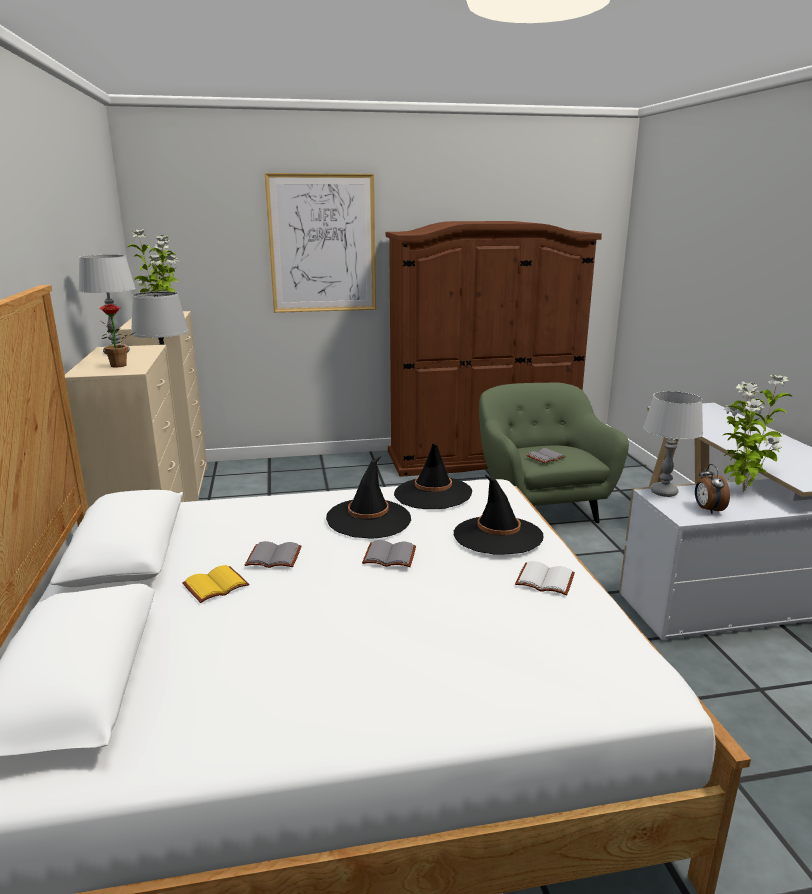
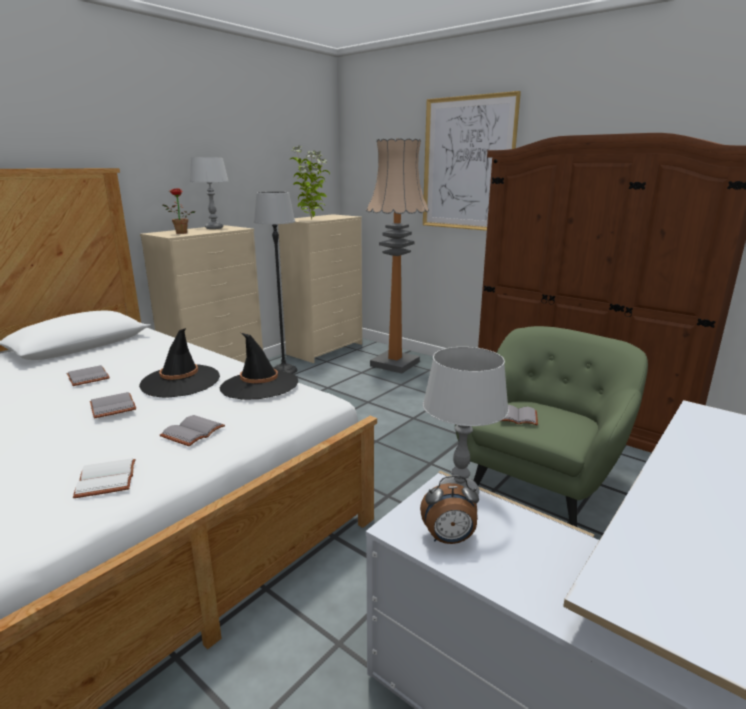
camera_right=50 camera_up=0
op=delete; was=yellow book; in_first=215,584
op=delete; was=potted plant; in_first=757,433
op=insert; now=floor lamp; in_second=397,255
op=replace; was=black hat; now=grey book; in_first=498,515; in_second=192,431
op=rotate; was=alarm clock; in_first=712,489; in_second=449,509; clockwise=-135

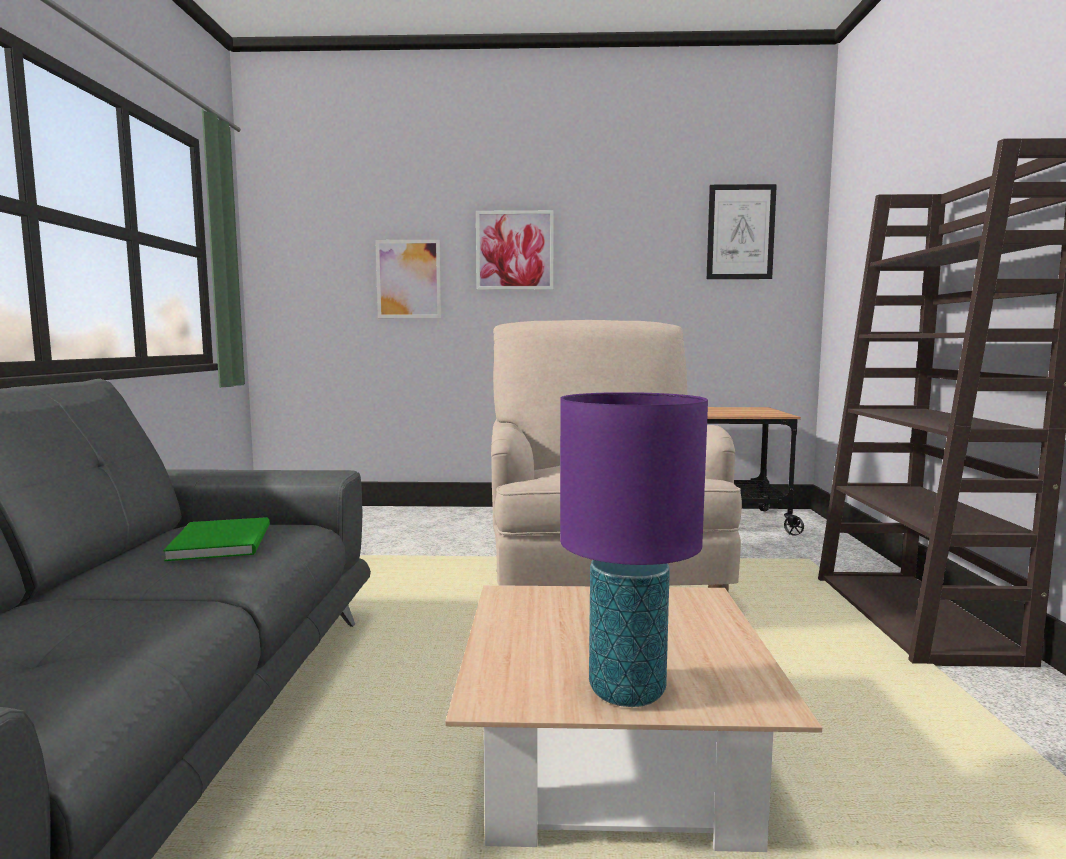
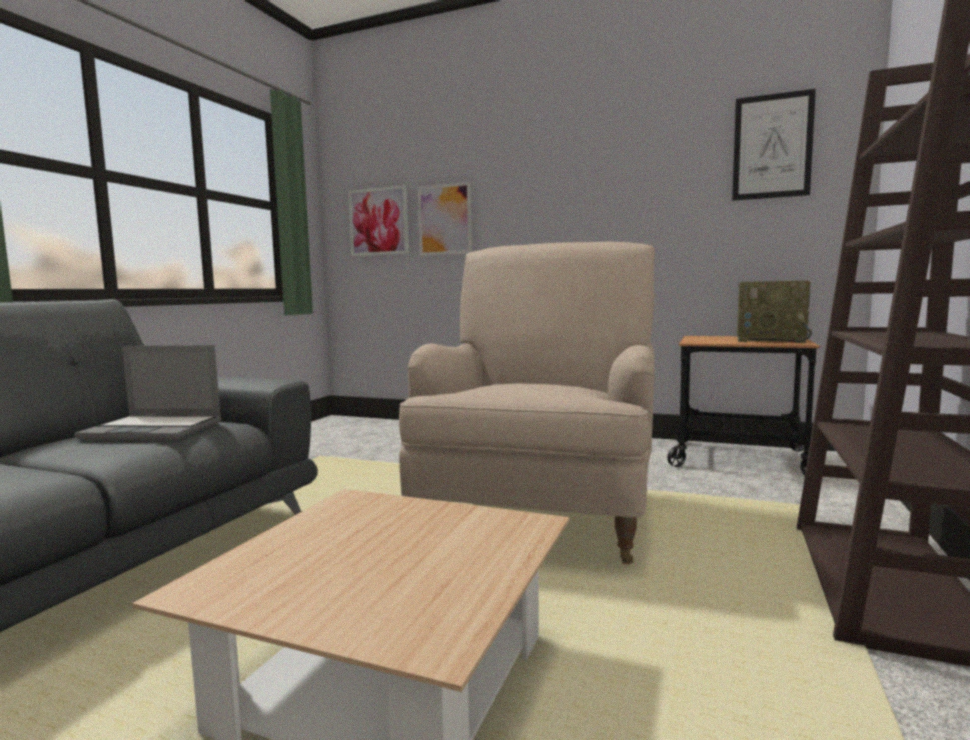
camera_right=20 camera_up=0
op=delete; was=purple table lamp; in_first=634,549
op=insert; now=radio; in_second=774,311
op=move; was=picture; in_first=515,250; in_second=378,220
op=replace; was=green book; now=laptop; in_first=216,539; in_second=147,393

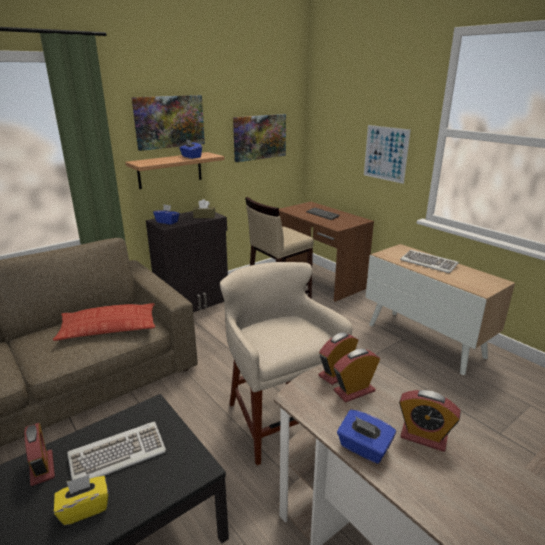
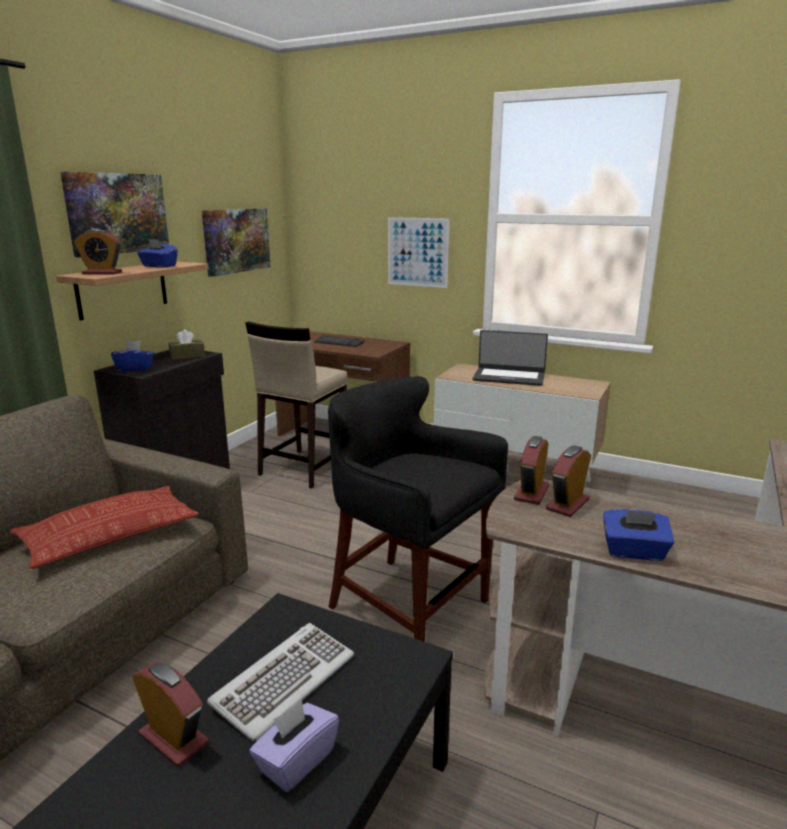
camera_right=-25 camera_up=-5
op=move; was=alarm clock; in_first=430,421; in_second=98,251
op=replace; was=keyboard; now=laptop; in_first=429,261; in_second=510,358
op=recolor; was=yellow tissue box; now=purple tissue box; in_first=81,500; in_second=294,745
op=recolor; was=beige stool; now=black stool; in_first=286,364; in_second=418,509

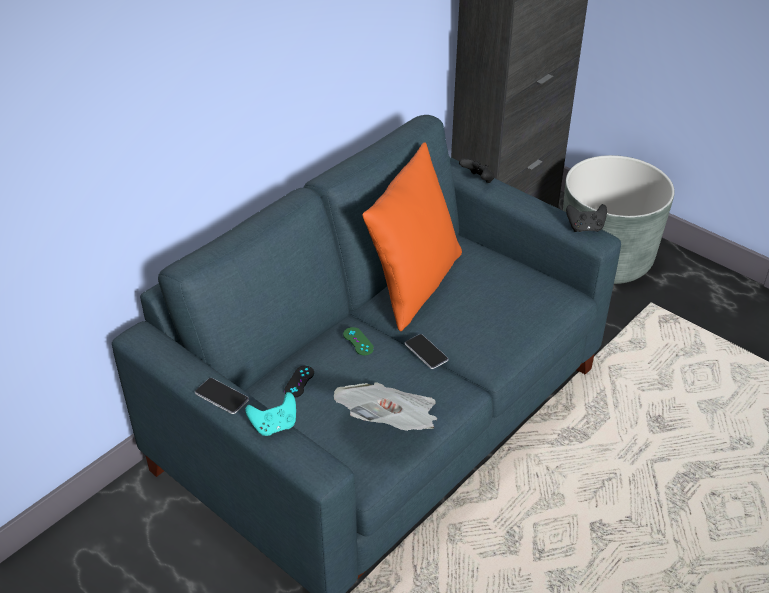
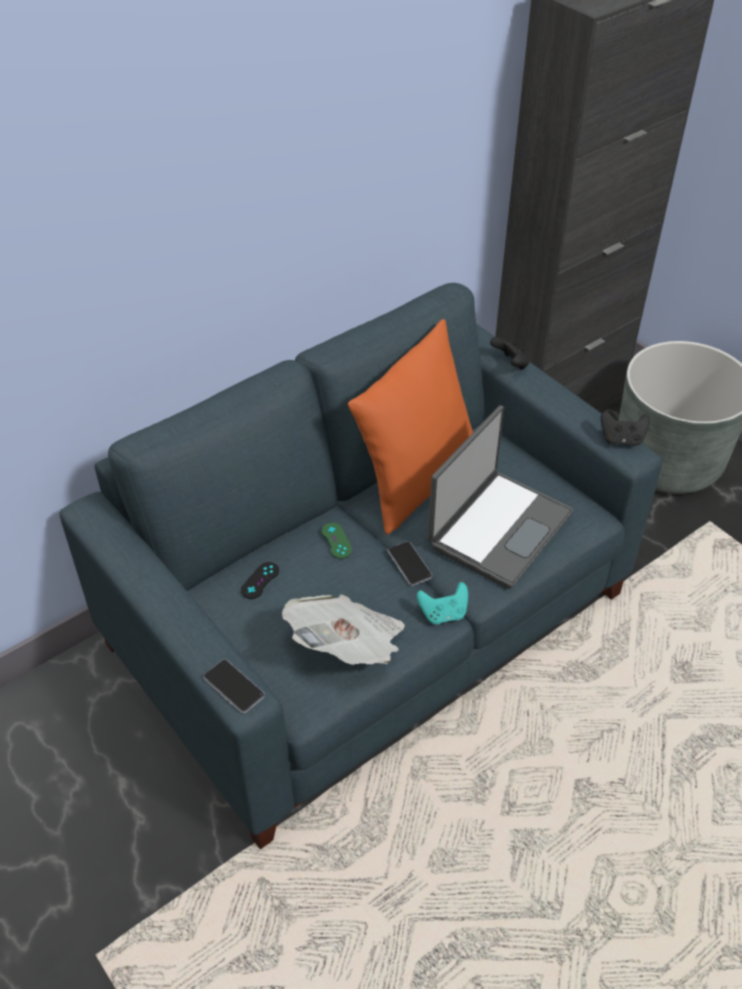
camera_right=10 camera_up=5
op=insert; now=laptop; in_second=500,497
op=move; was=phone; in_first=222,396; in_second=234,686
op=move; was=turquoise game controller; in_first=270,414; in_second=442,603

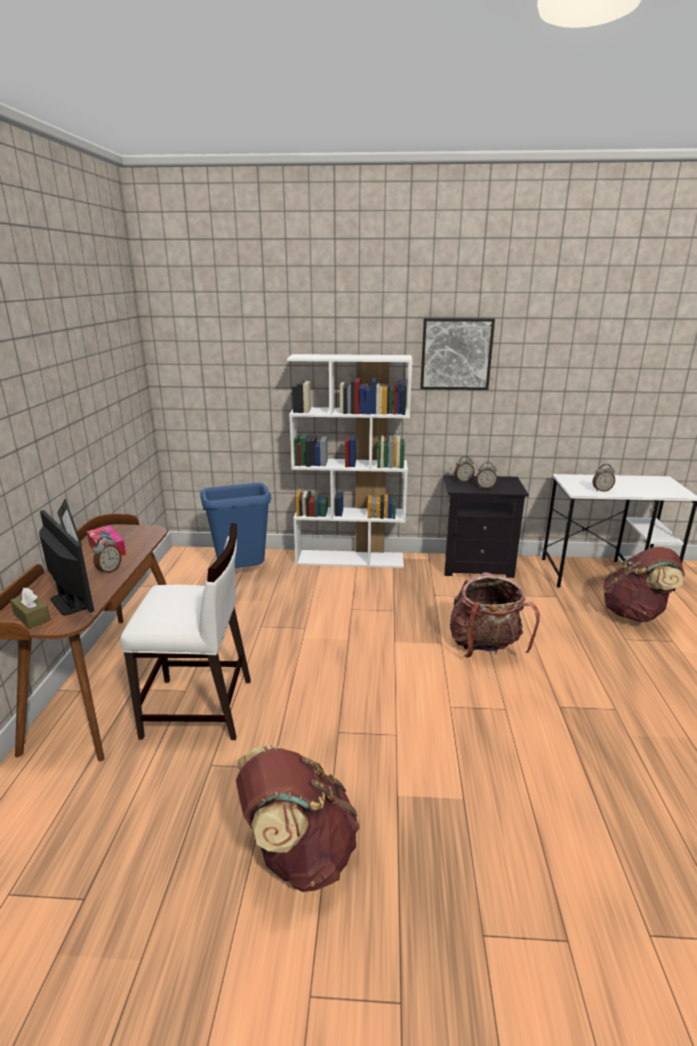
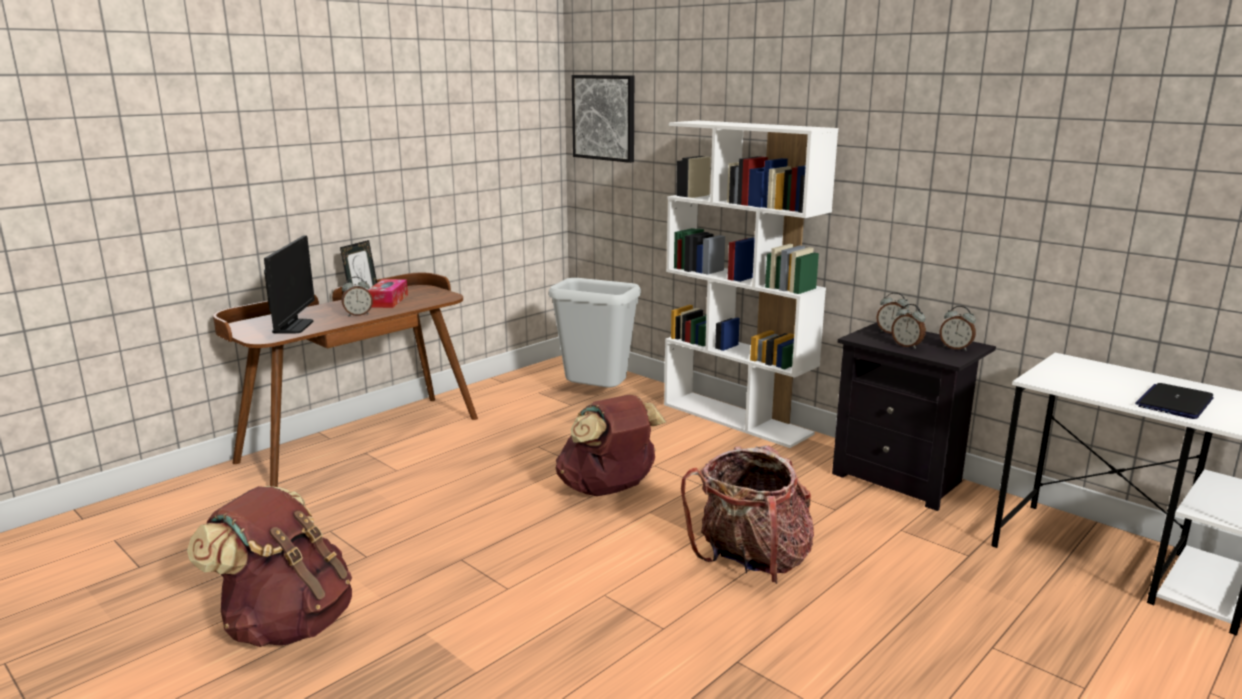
camera_right=40 camera_up=-5
op=delete; was=brown tissue box; in_first=30,608
op=delete; was=white chair; in_first=185,631
op=insert; now=laptop; in_second=1174,401
op=move; was=picture; in_first=457,354; in_second=603,119
op=move; was=alarm clock; in_first=604,478; in_second=958,328
op=move; was=brown backpack; in_first=644,584; in_second=611,445
op=recolor; was=blue trash can; now=grey trash can; in_first=235,525; in_second=595,333

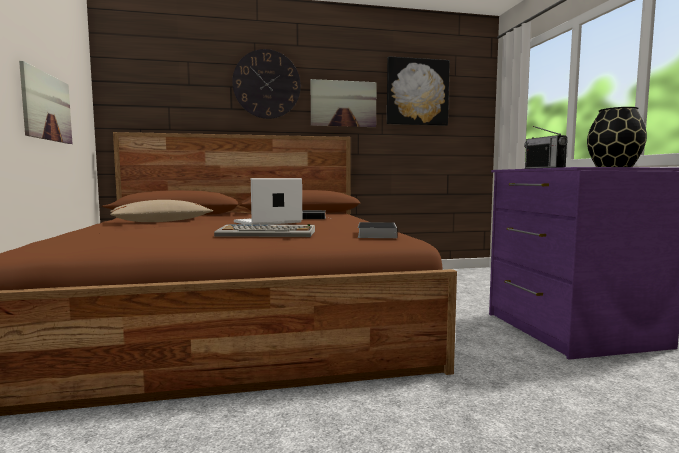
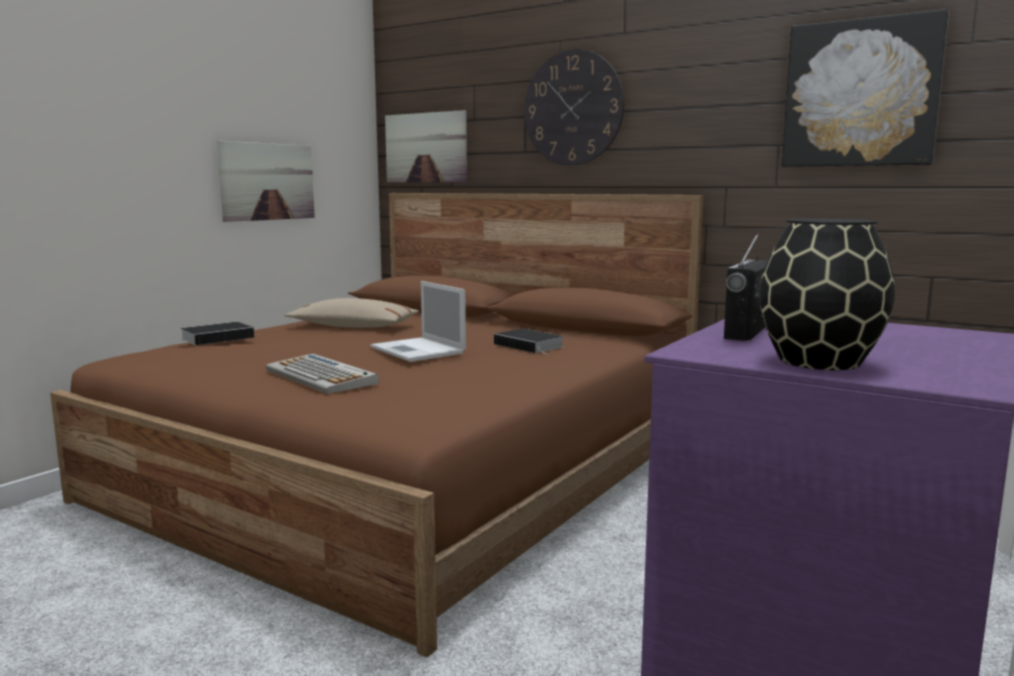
camera_right=45 camera_up=5
op=move; was=picture; in_first=344,103; in_second=426,146
op=move; was=book; in_first=378,230; in_second=217,333
op=rotate; was=laptop; in_first=268,201; in_second=418,321; clockwise=-135

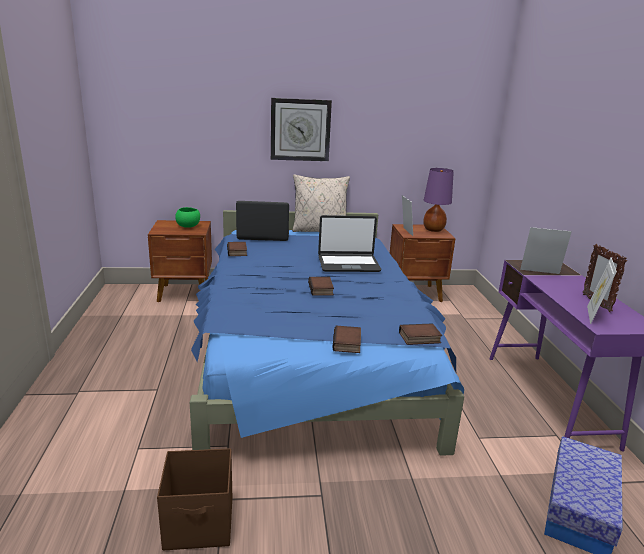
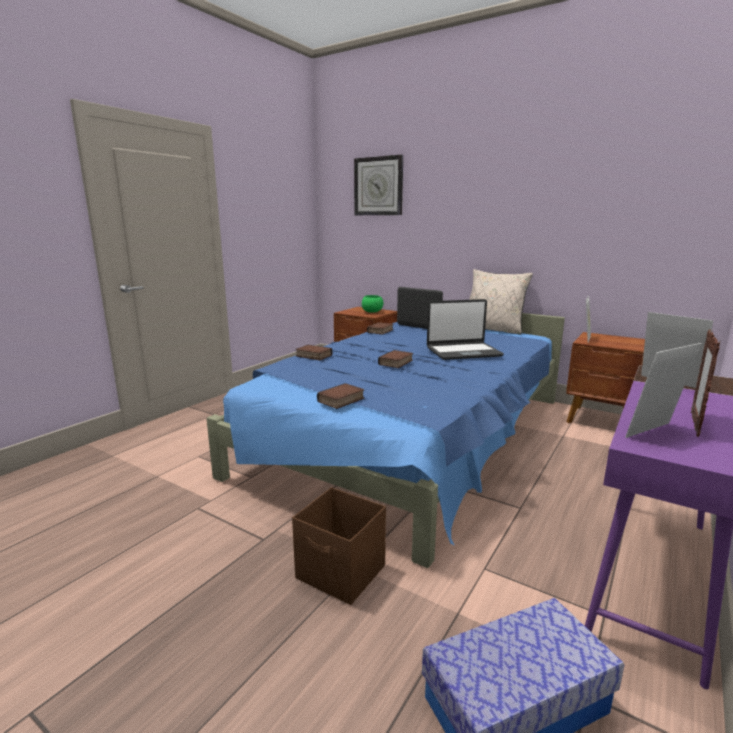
camera_right=40 camera_up=-5
op=delete; was=purple table lamp; in_first=438,200
op=move; was=brown storage box; in_first=194,499; in_second=339,546
op=move; was=wall clock; in_first=301,129; in_second=378,185
op=move; was=book; in_first=420,334; in_second=314,352
op=rotate; was=laptop; in_first=349,243; in_second=465,329; clockwise=-45

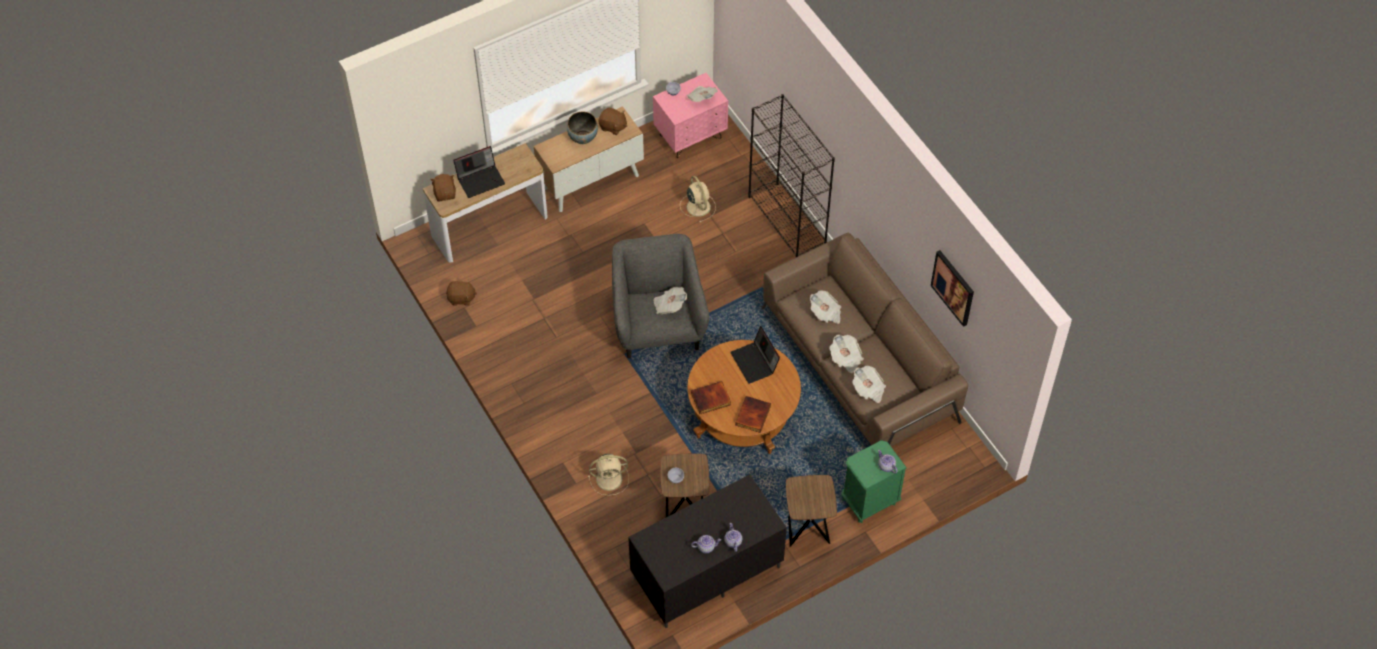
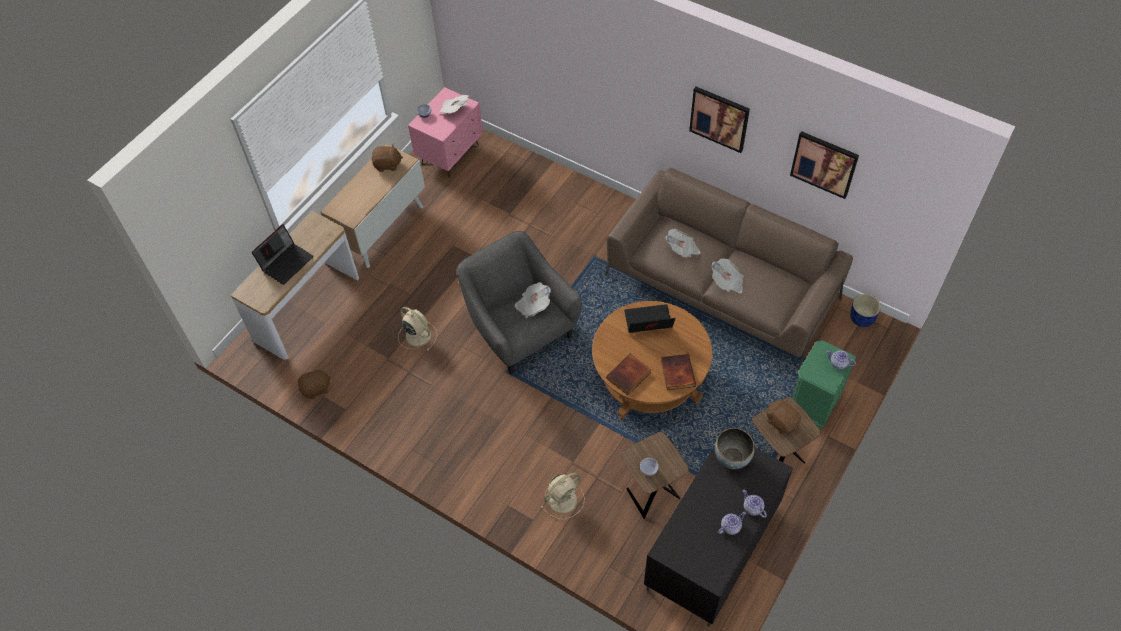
camera_right=-25 camera_up=0
op=delete; was=black bookcase; in_first=791,175
op=delete; was=newspaper; in_first=869,384
op=insert; now=picture; in_second=719,120
op=insert; now=blue planter; in_second=865,310
op=move; was=brown plush toy; in_first=443,187; in_second=784,416
op=move; was=bowl; in_first=582,128; in_second=734,448
op=move; was=beige fan; in_first=698,199; in_second=417,329
op=rotate; was=laptop; in_first=755,355; in_second=650,318; clockwise=135

